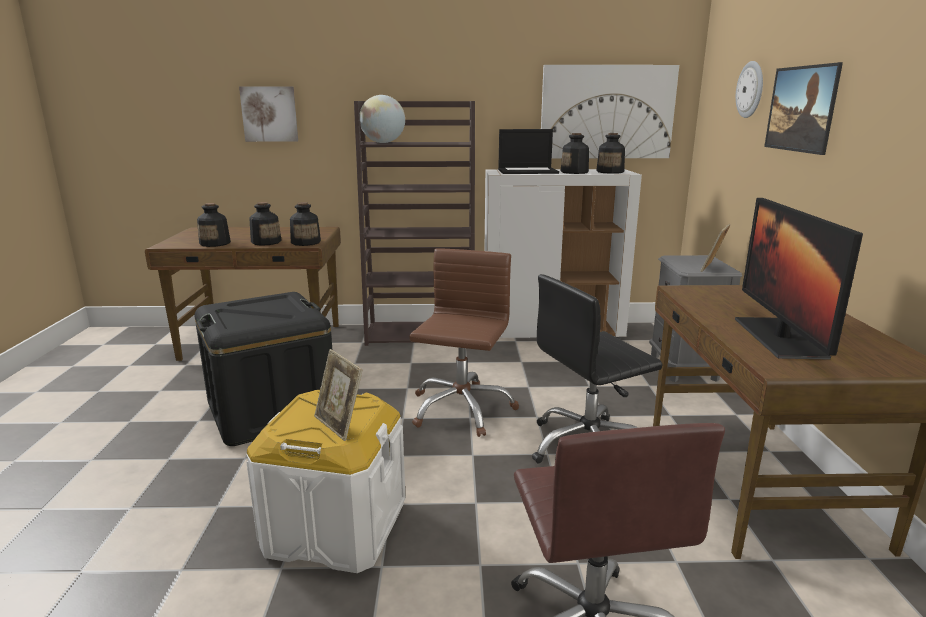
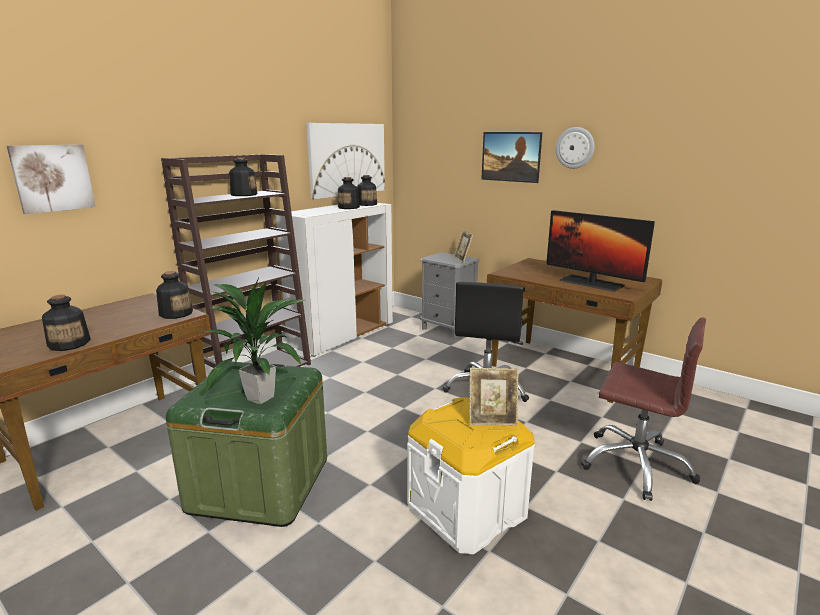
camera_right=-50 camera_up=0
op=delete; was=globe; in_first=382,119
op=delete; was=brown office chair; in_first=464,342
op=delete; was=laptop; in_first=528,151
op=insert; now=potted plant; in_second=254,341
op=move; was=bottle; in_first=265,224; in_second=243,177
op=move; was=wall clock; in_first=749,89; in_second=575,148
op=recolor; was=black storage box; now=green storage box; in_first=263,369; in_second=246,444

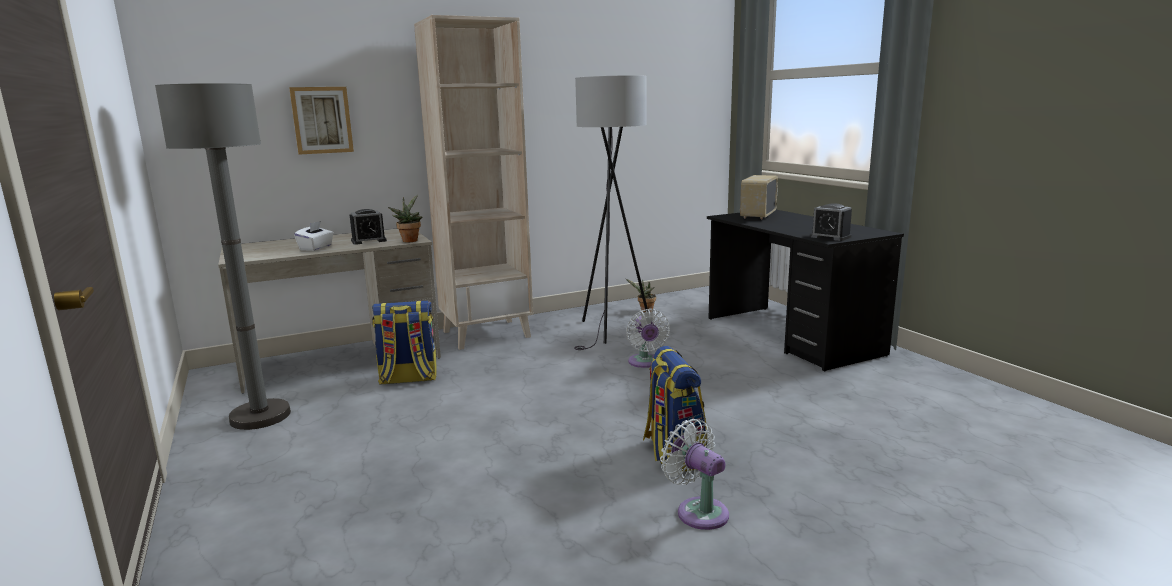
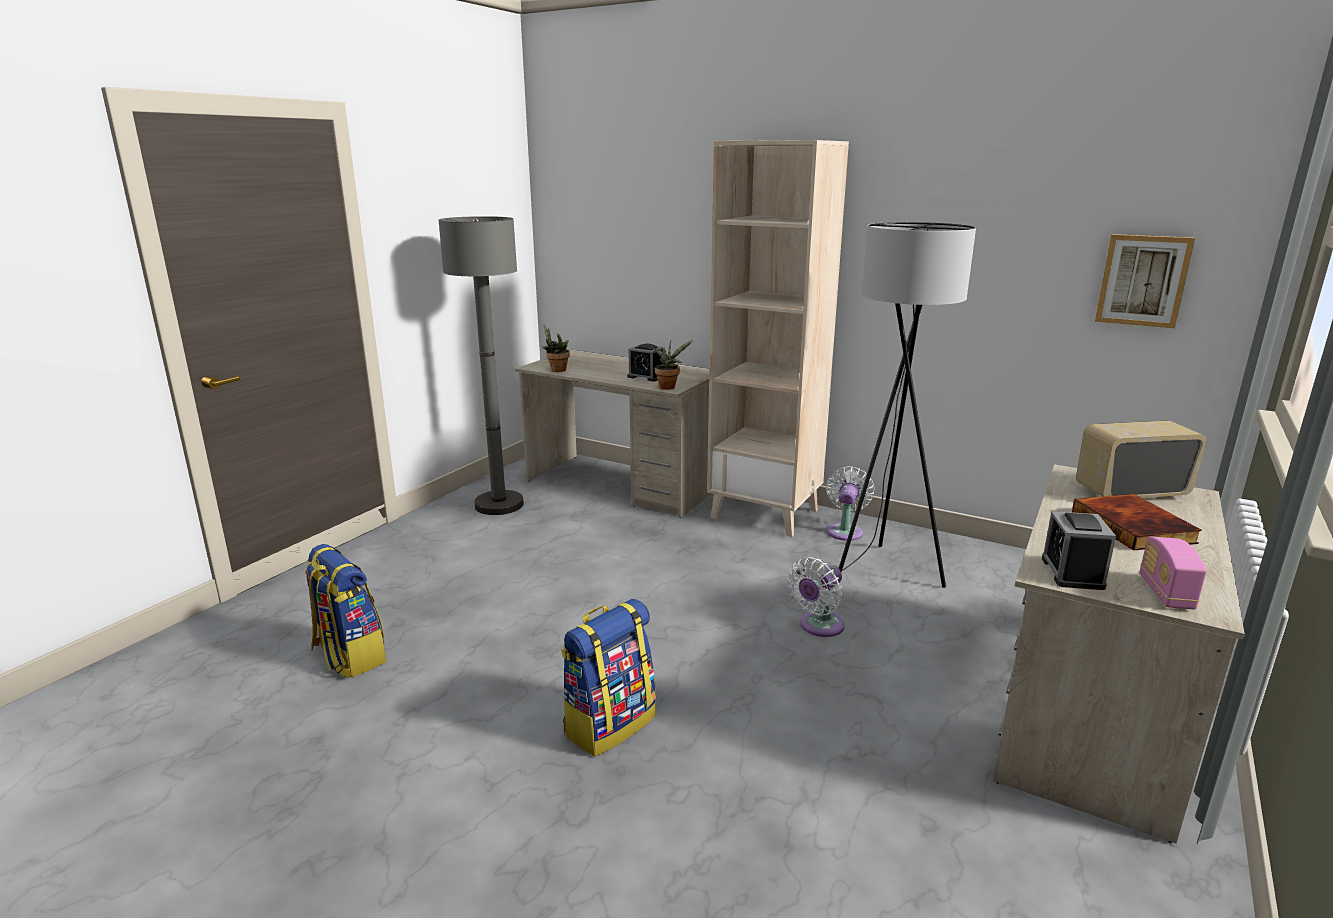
camera_right=55 camera_up=5
op=delete; was=white tissue box; in_first=314,236
op=insert; now=book; in_second=1137,522
op=insert; now=radio; in_second=1173,573
op=move; was=picture; in_first=321,121; in_second=1145,281
op=move; was=backpack; in_first=404,342; in_second=346,611
op=move; was=potted plant; in_first=641,295; in_second=556,348
op=move; was=white fan; in_first=694,474; in_second=850,503
op=recolor; was=black desk; now=beige desk; in_first=805,291; in_second=1119,654

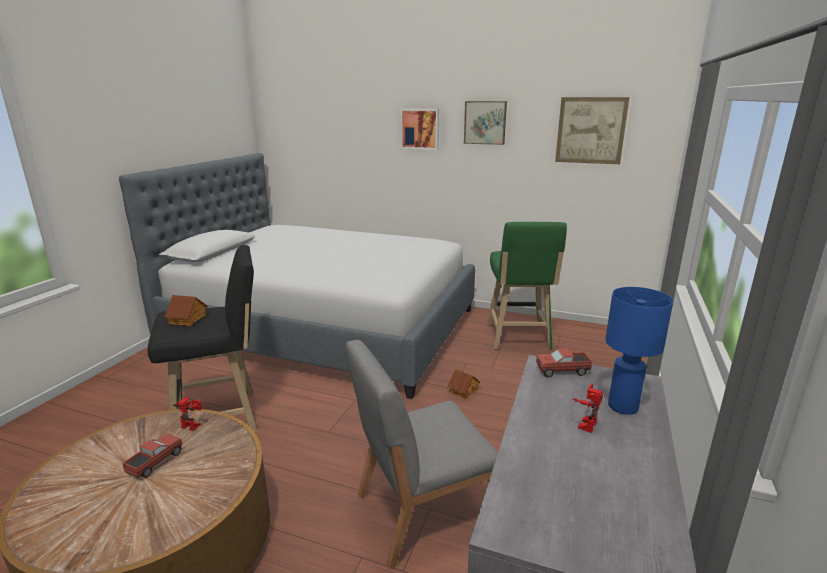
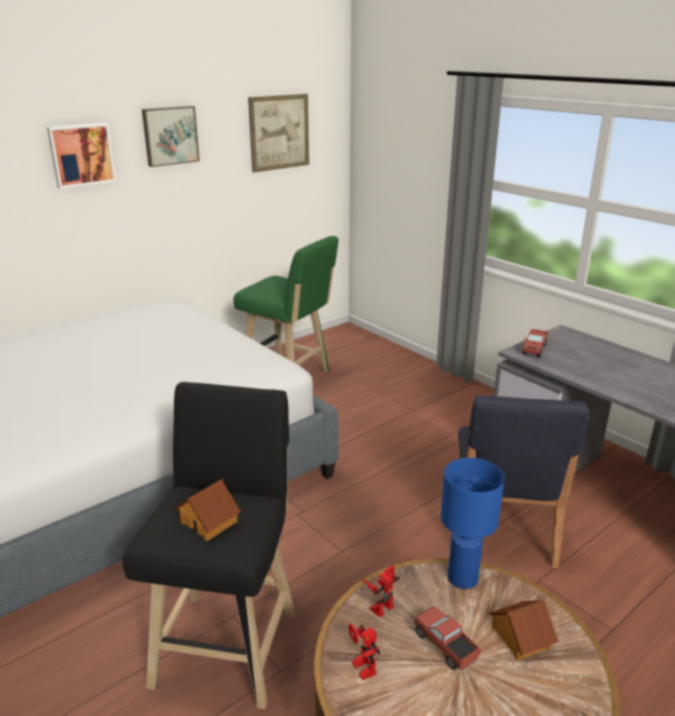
camera_right=-60 camera_up=5
op=move; was=toy house; in_first=463,384; in_second=524,630
op=move; was=toy robot; in_first=587,408; in_second=364,652
op=move; was=blue table lamp; in_first=639,351; in_second=473,523
op=recolor; was=grey chair; now=blue chair; in_first=422,454; in_second=523,481

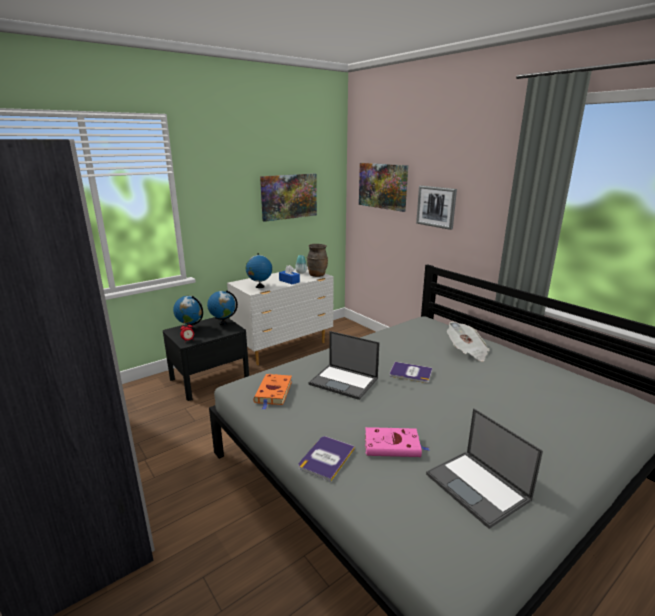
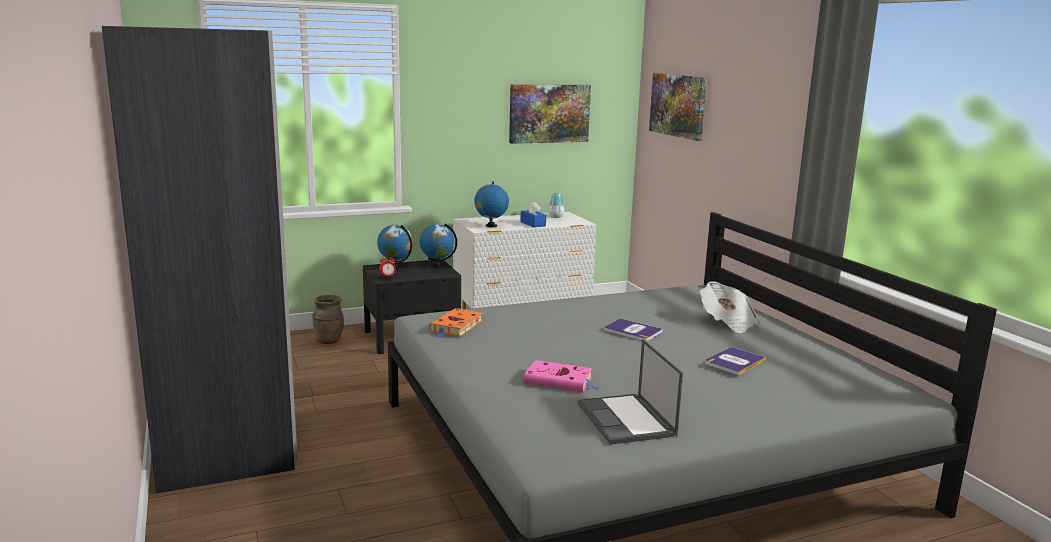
camera_right=15 camera_up=-5
op=delete; was=laptop; in_first=344,365
op=delete; was=picture; in_first=436,208
op=move; was=book; in_first=326,459; in_second=735,361
op=move; was=brown vase; in_first=317,260; in_second=328,319

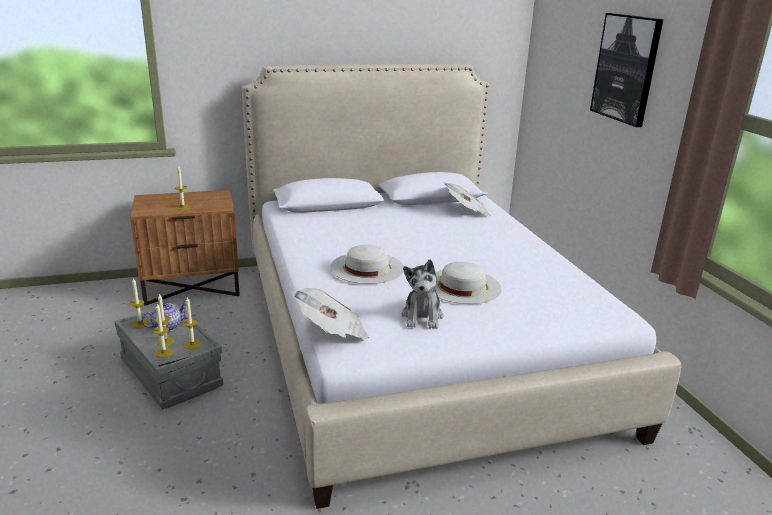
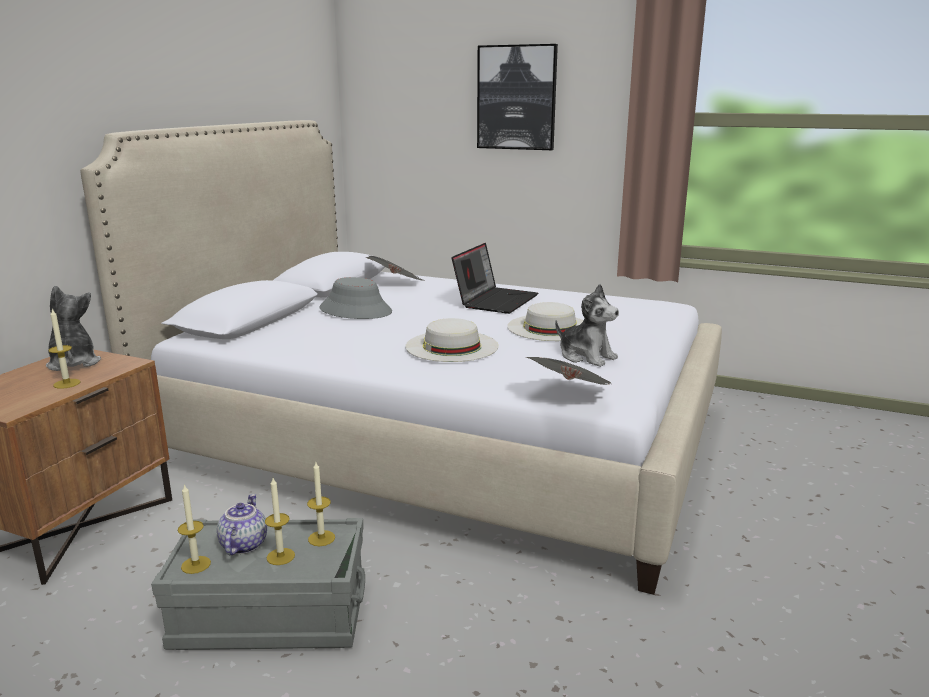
camera_right=-50 camera_up=-5
op=delete; was=candle; in_first=163,331
op=insert; now=plush toy; in_second=73,328
op=insert; now=grey hat; in_second=356,298
op=insert; now=laptop; in_second=495,278

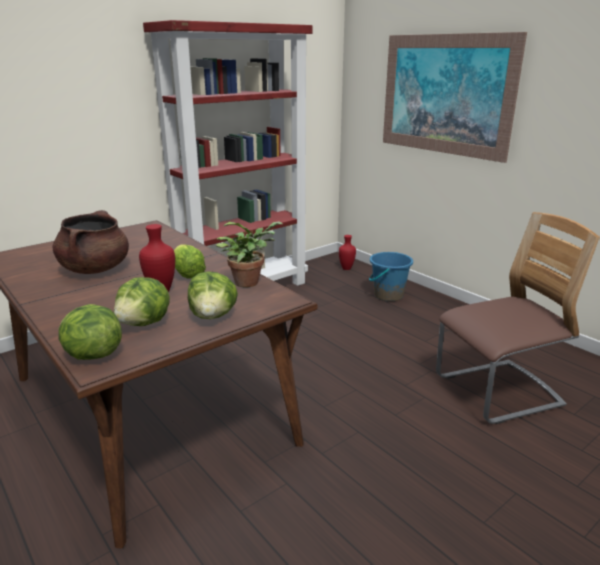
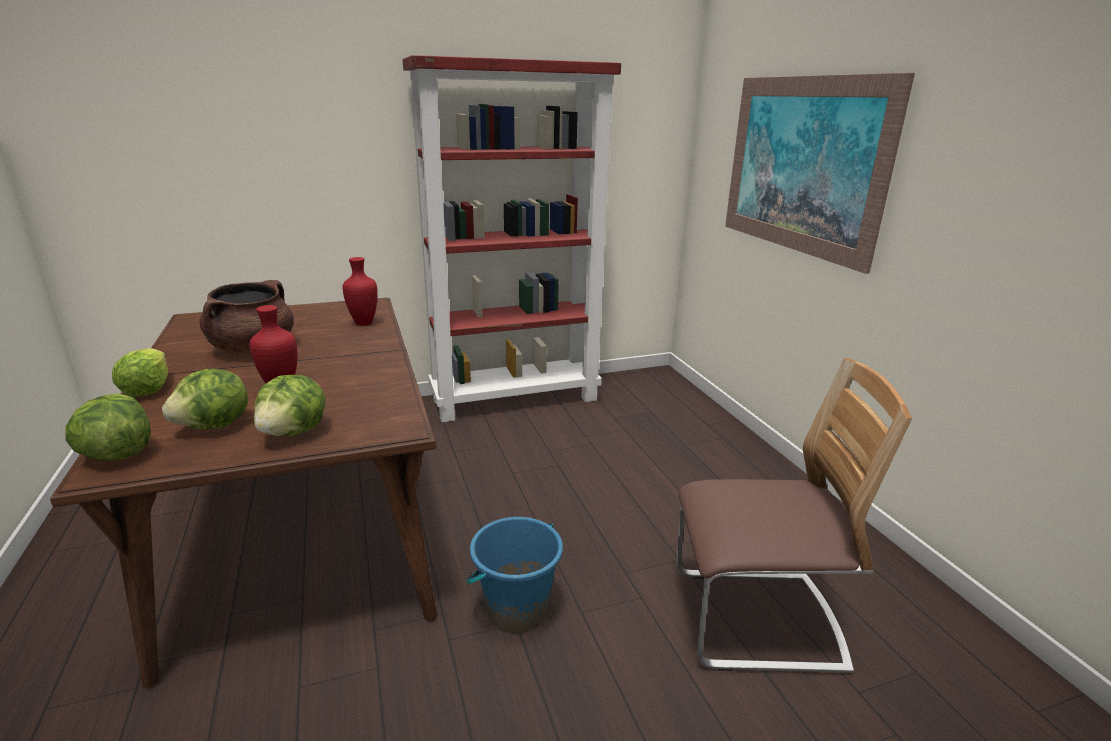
camera_right=20 camera_up=0
op=delete; was=potted plant; in_first=249,254
op=move; was=lettuce; in_first=190,261; in_second=140,372
op=move; was=red vase; in_first=347,252; in_second=360,291
op=move; was=blue bucket; in_first=391,276; in_second=515,575

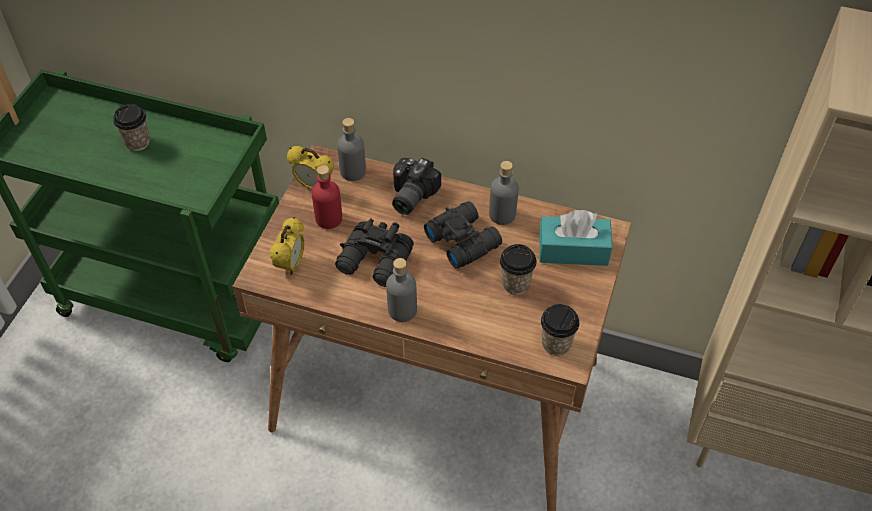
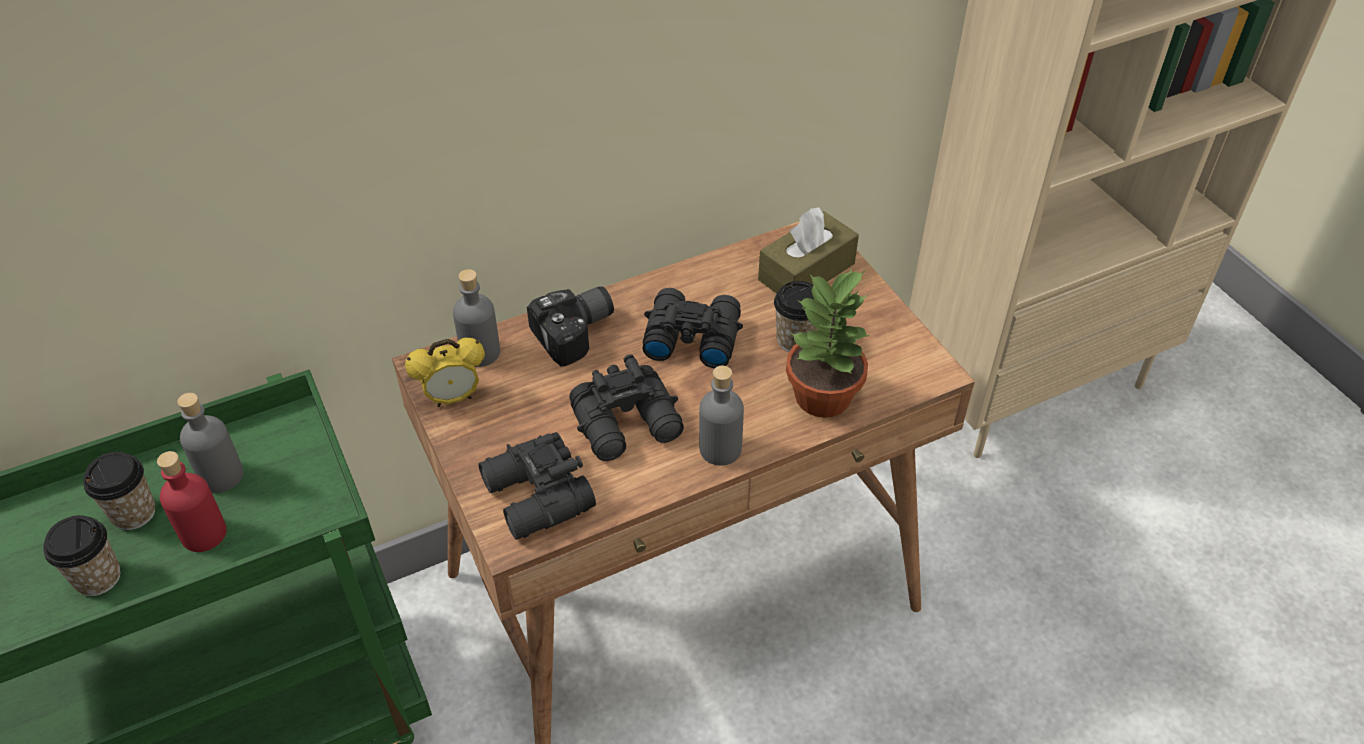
camera_right=-45 camera_up=-5
op=insert; now=potted plant; in_second=828,343
op=move; was=red bottle; in_first=327,197; in_second=192,501
op=move; was=grey bottle; in_first=504,193; in_second=210,443
op=move; was=cup; in_first=560,330; in_second=81,555
op=replace; was=alarm clock; now=black binoculars; in_first=287,246; in_second=537,486
op=recolor; was=turquoise tissue box; now=brown tissue box; in_first=575,238; in_second=808,251
op=rotate; was=photo camera; in_first=416,186; in_second=570,326; clockwise=-105

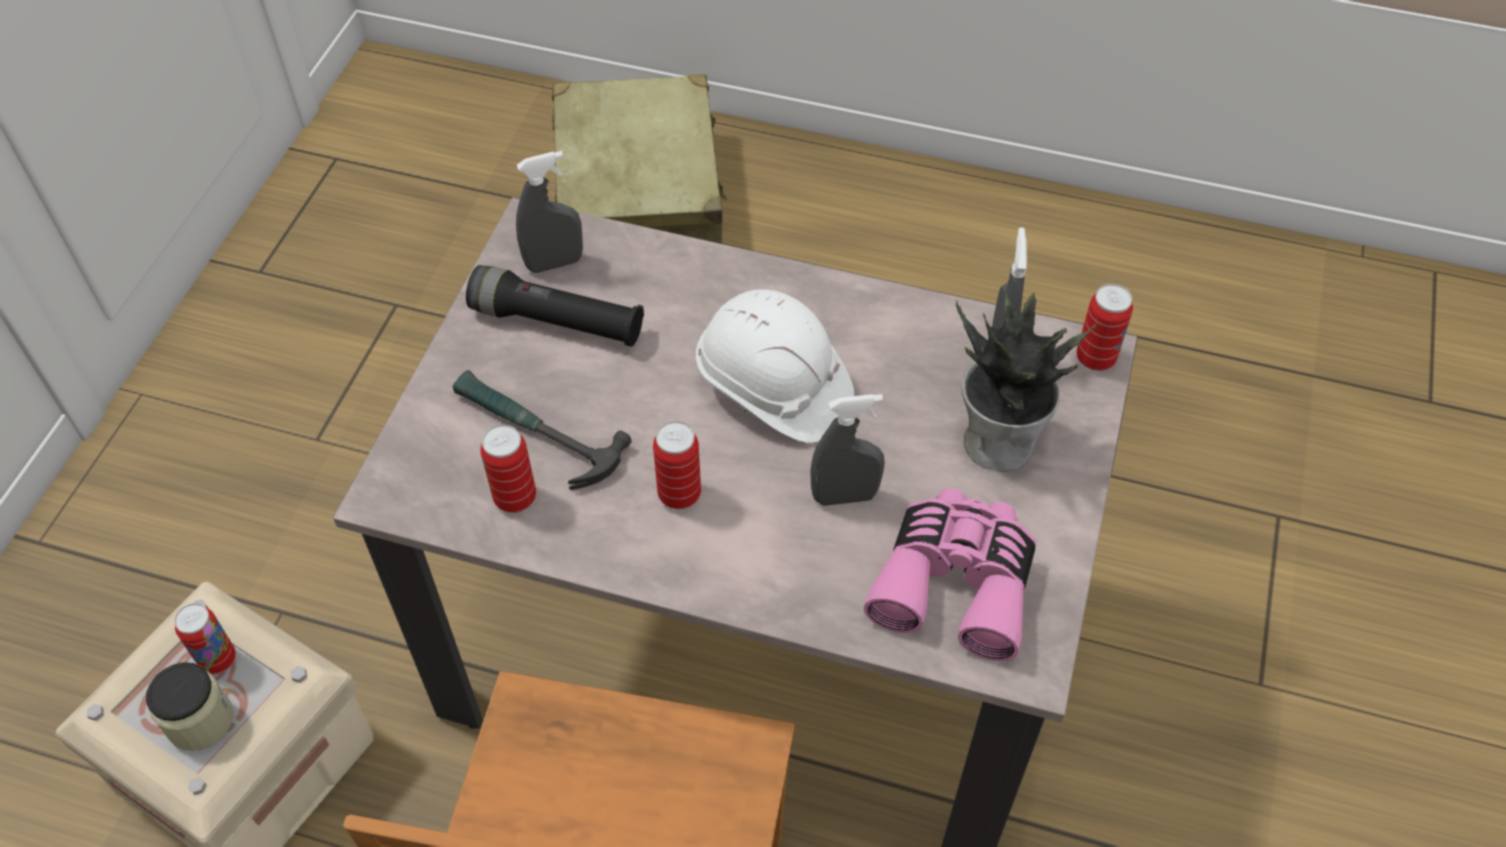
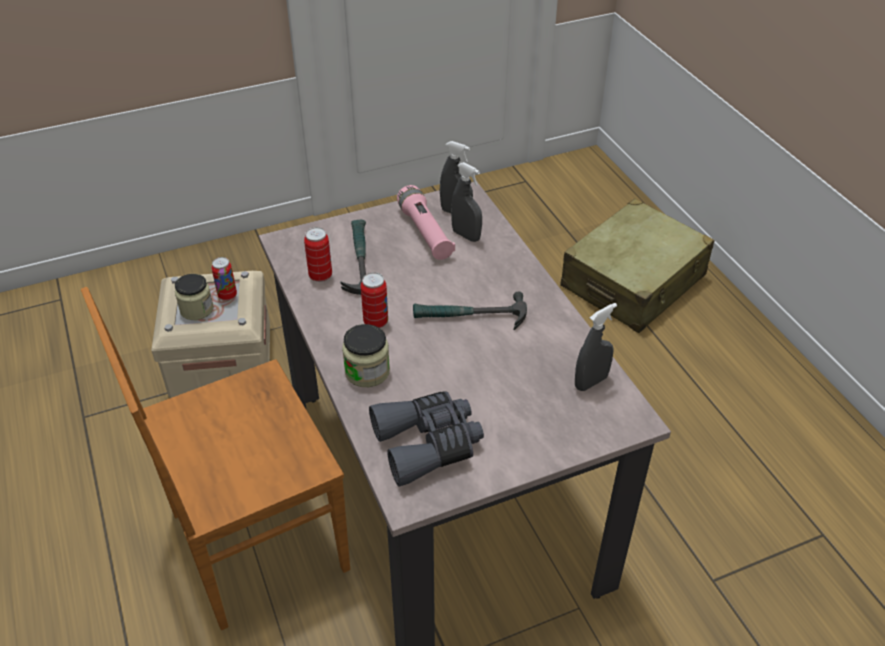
camera_right=50 camera_up=-10
op=delete; was=potted plant; in_first=1027,379
op=delete; was=can; in_first=1105,327
op=insert; now=jar; in_second=366,355
op=move; was=grey spray bottle; in_first=847,450; in_second=466,202
op=replace; was=white hard hat; now=hammer; in_first=775,366; in_second=470,311
op=recolor; was=black flashlight; now=pink flashlight; in_first=555,306; in_second=426,222
op=recolor; was=pink binoculars; now=grey binoculars; in_first=950,574; in_second=426,439

